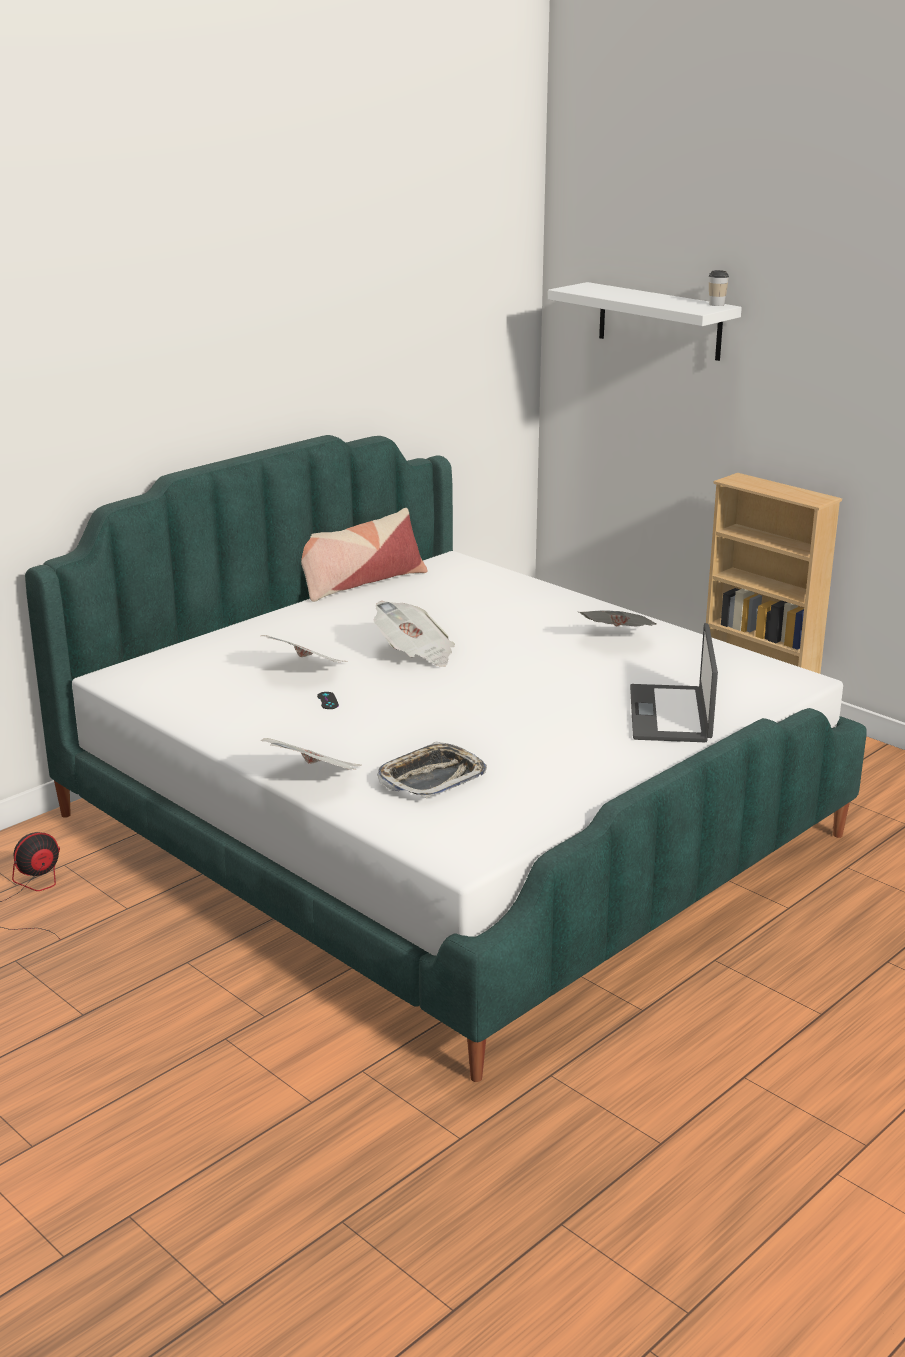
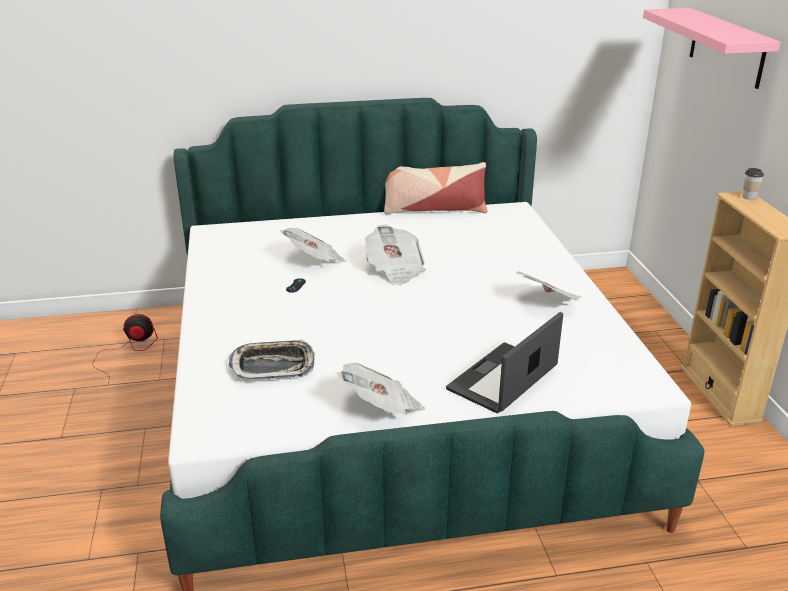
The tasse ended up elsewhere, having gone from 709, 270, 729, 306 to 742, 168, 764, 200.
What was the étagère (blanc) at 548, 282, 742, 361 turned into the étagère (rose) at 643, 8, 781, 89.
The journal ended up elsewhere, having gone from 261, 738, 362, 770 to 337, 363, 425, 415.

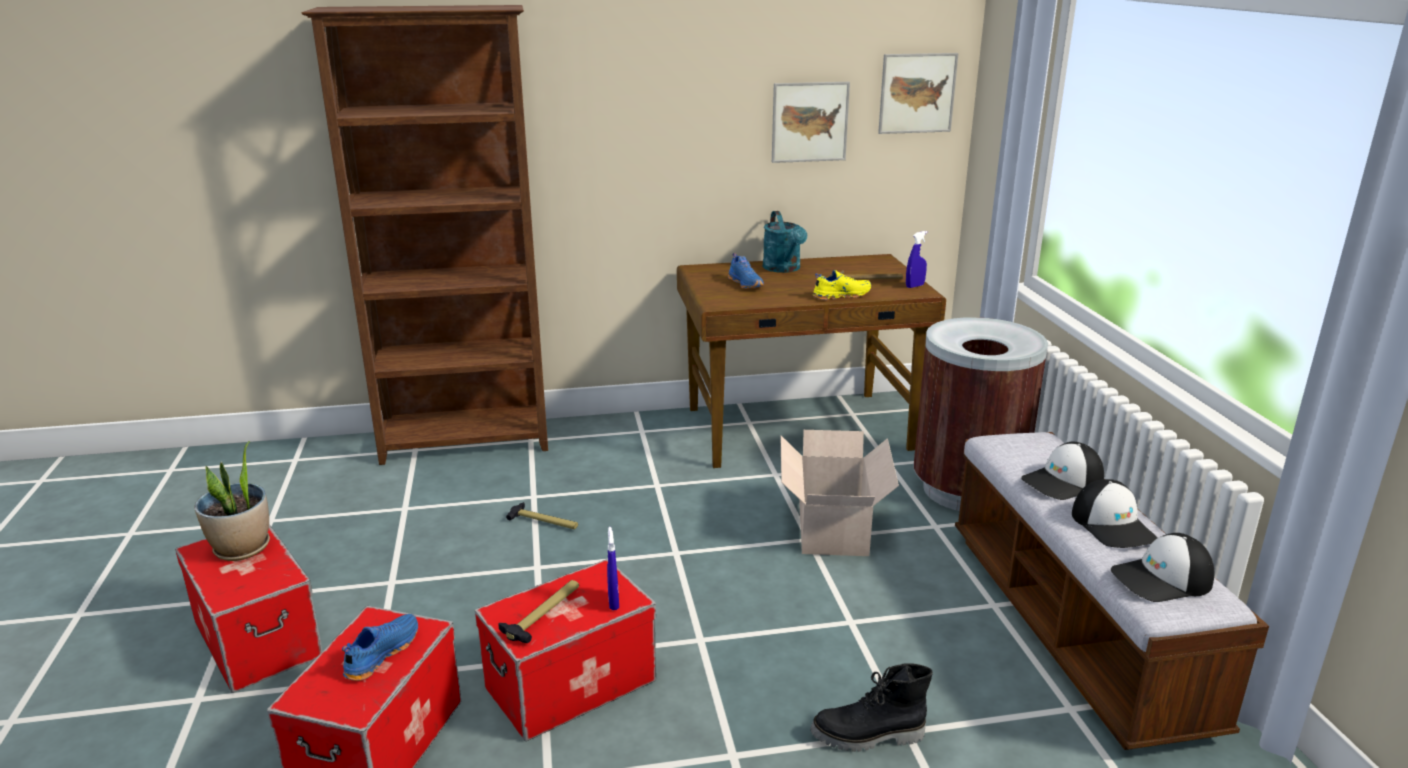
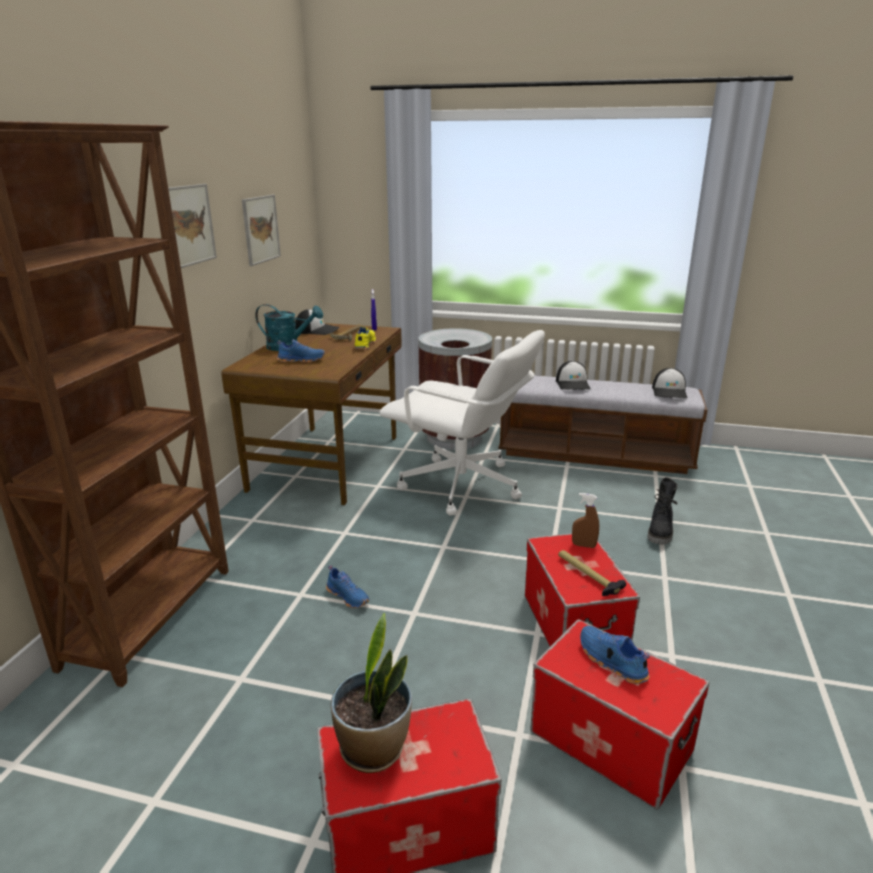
The tableau ended up elsewhere, having gone from 878, 53, 959, 134 to 168, 184, 217, 268.
Where the carton stood at 781, 430, 899, 556, the chaise de bureau (blanc) came to stand at 379, 330, 545, 516.
The casquette ended up elsewhere, having gone from 1072, 479, 1157, 548 to 295, 309, 339, 335.
Where the marteau stood at 506, 502, 578, 529, the chaussure (bleu) came to stand at 326, 565, 369, 608.
What was the vaporisateur (bleu) at 607, 527, 619, 610 turned into the vaporisateur (marron) at 572, 493, 599, 548.

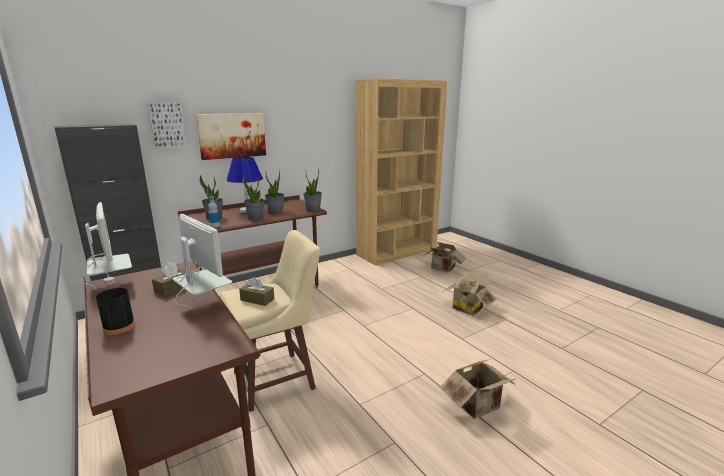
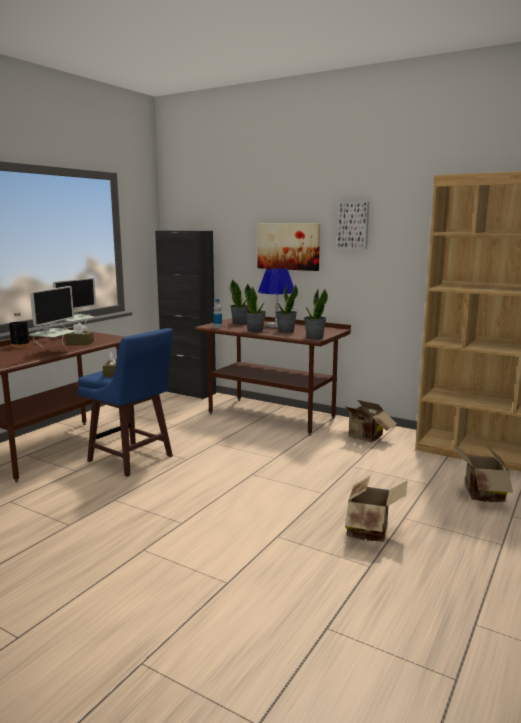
The tableau ended up elsewhere, having gone from 147, 102, 187, 149 to 337, 201, 369, 249.
What was the tabouret (beige) at 220, 230, 320, 412 turned into the tabouret (bleu) at 78, 328, 173, 477.
The carton ended up elsewhere, having gone from 439, 359, 516, 419 to 337, 400, 397, 442.

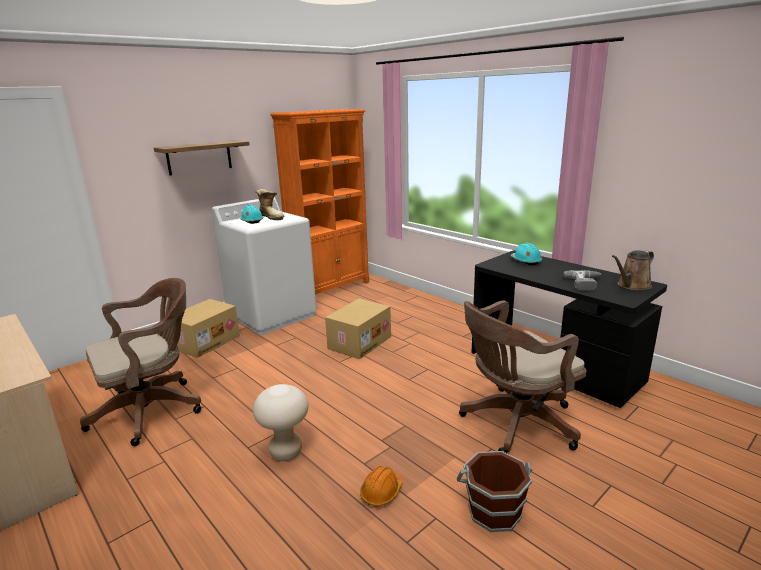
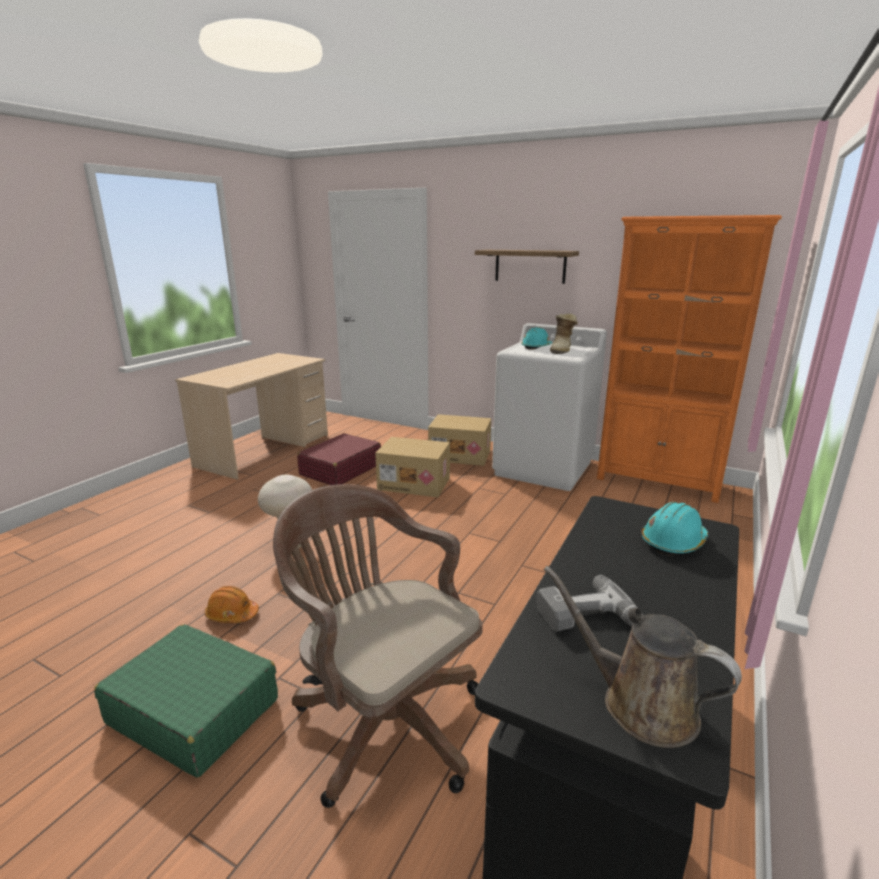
Where the chaise de bureau (marron) stood at 80, 278, 201, 446, the valise (rouge) came to stand at 297, 433, 381, 485.
The carton ended up elsewhere, having gone from 325, 299, 391, 359 to 375, 437, 450, 497.
Where the seau (marron) stood at 457, 451, 533, 532, the valise (vert) came to stand at 94, 624, 278, 778.

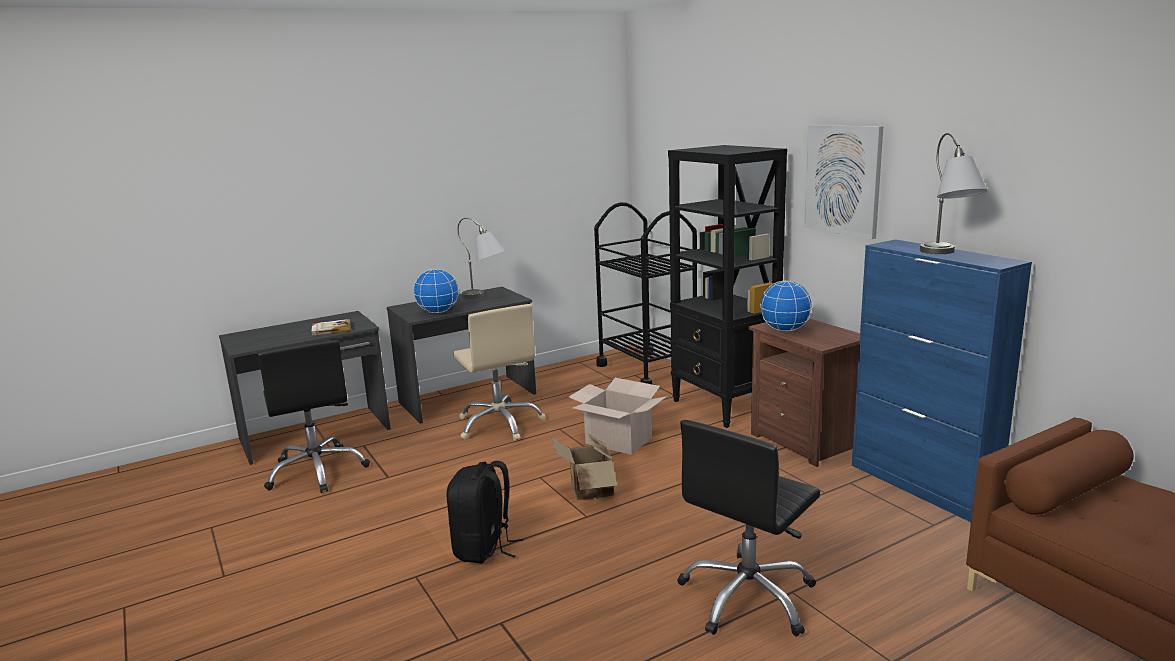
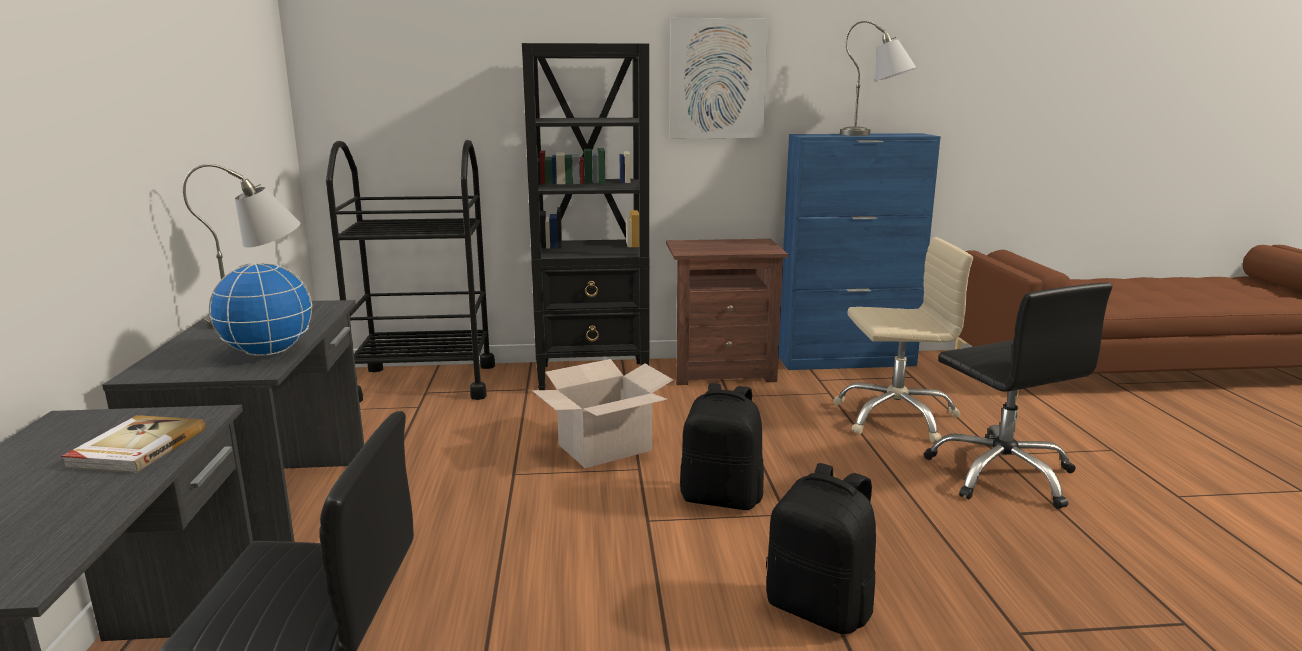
The second view lost the globe at 760, 280, 813, 331.
The chaise de bureau (beige) ended up elsewhere, having gone from 453, 304, 546, 441 to 833, 237, 973, 443.
Where the carton stood at 552, 434, 617, 500, the sac à dos (noir) came to stand at 680, 383, 764, 510.

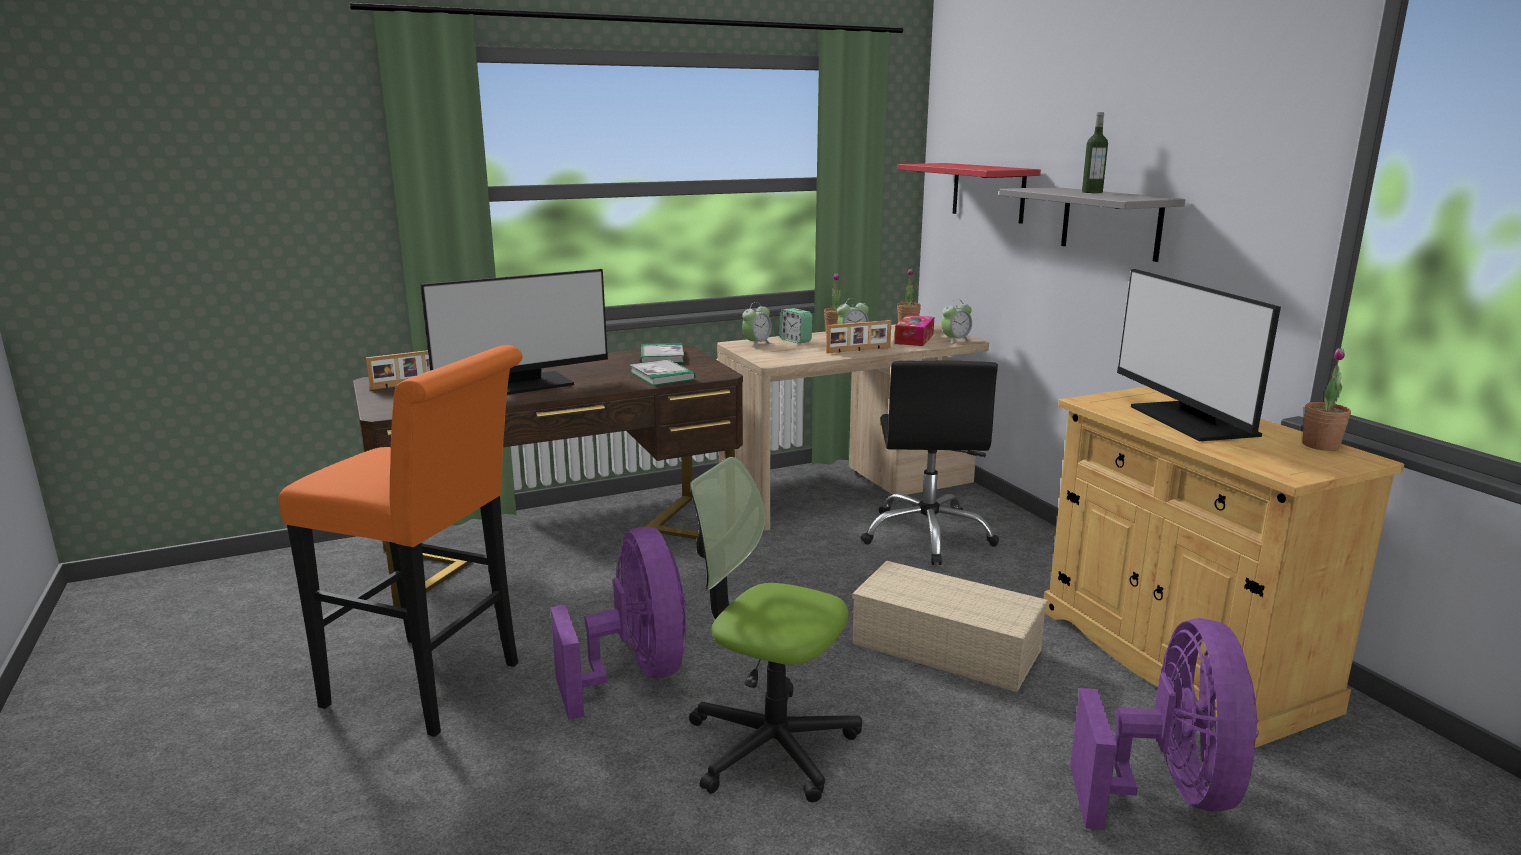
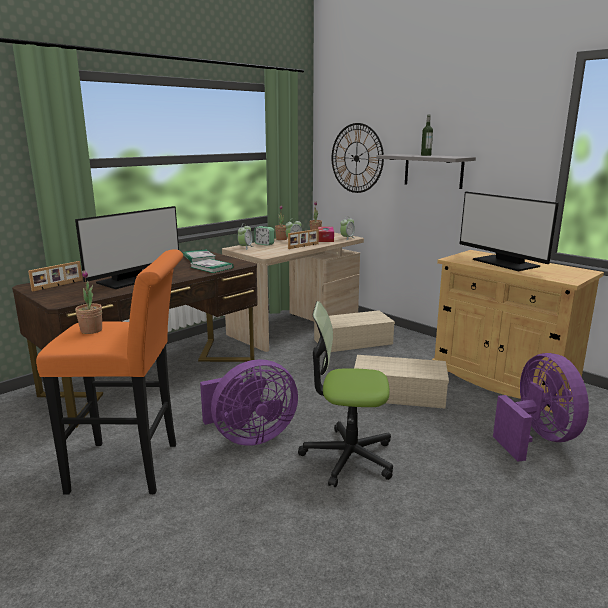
Where the étagère (rouge) hung at 897, 163, 1041, 224, the horloge murale came to hang at 332, 123, 384, 193.
The plante en pot ended up elsewhere, having gone from 1302, 348, 1351, 451 to 75, 270, 102, 334.
Where the chaise de bureau (noir) stood at 861, 360, 999, 565, the boîte de rangement (beige) came to stand at 314, 310, 395, 352.
The ventilateur (violet) at 550, 527, 687, 720 ended up facing another way, 105 degrees clockwise from before.

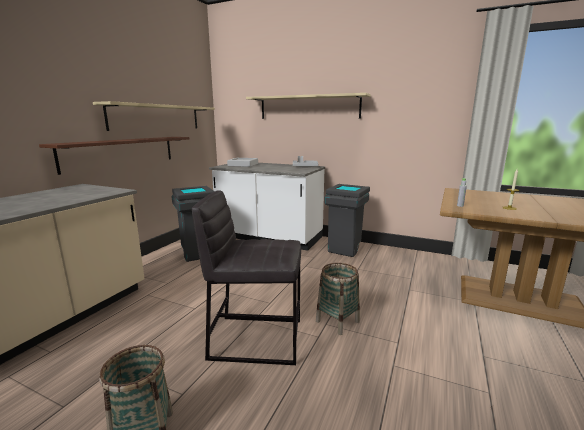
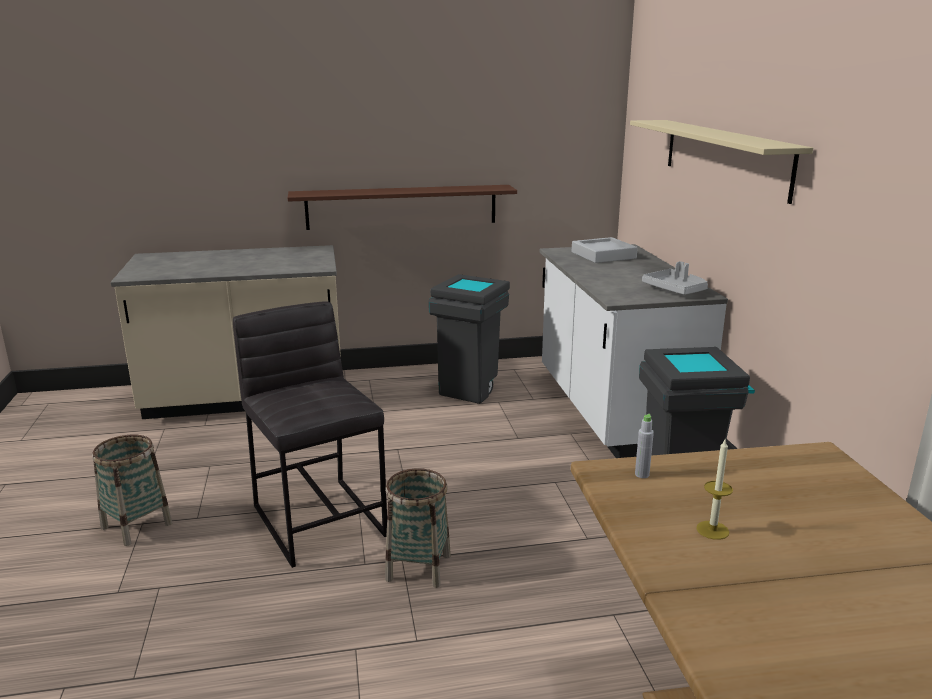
The second view lost the étagère (beige) at 93, 101, 215, 131.

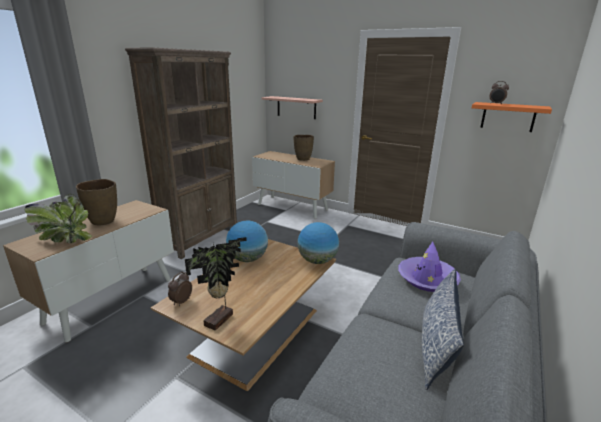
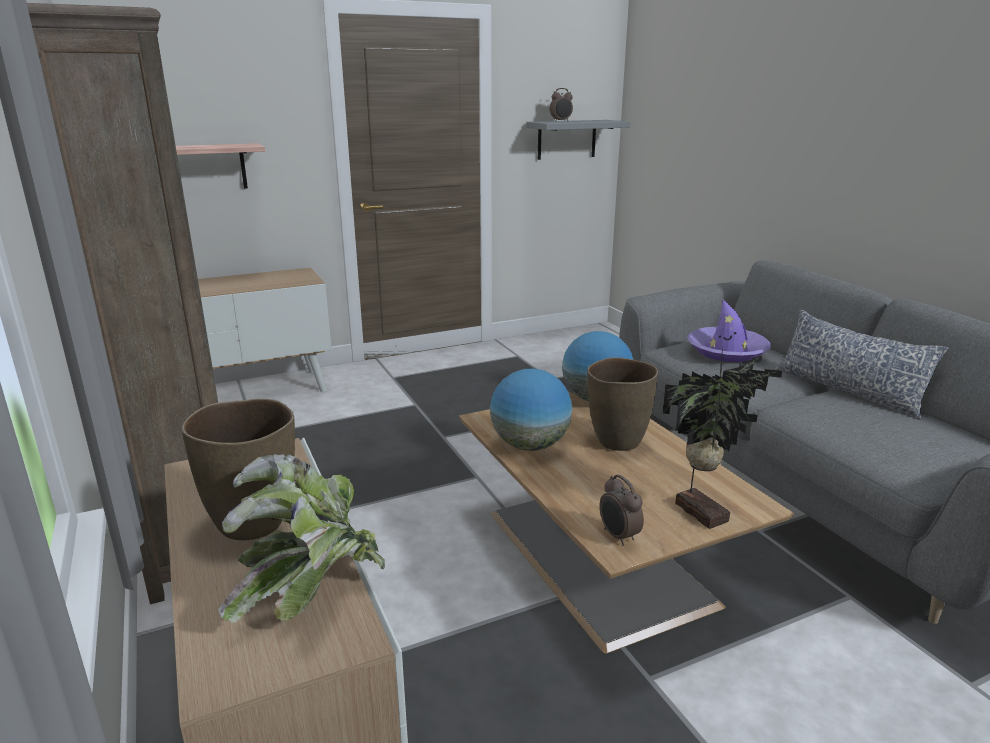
What was the étagère (orange) at 472, 102, 552, 132 turned into the étagère (gris) at 526, 120, 630, 160.
The vase (marron) ended up elsewhere, having gone from 294, 135, 314, 161 to 587, 357, 658, 451.

